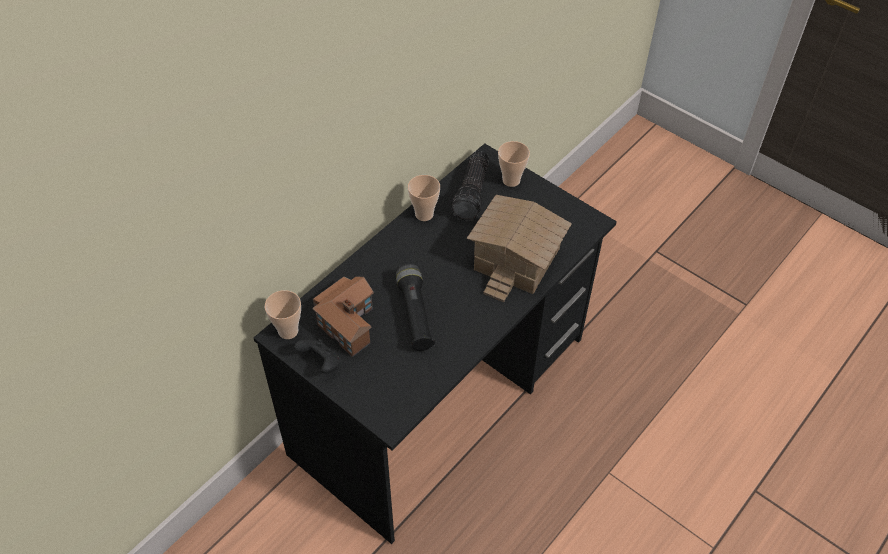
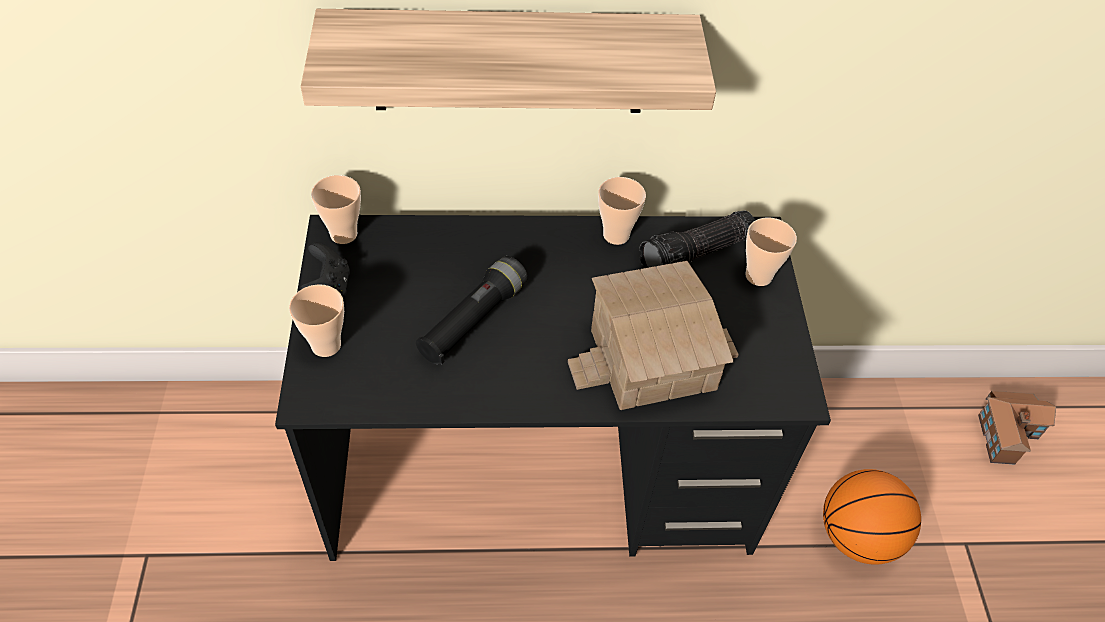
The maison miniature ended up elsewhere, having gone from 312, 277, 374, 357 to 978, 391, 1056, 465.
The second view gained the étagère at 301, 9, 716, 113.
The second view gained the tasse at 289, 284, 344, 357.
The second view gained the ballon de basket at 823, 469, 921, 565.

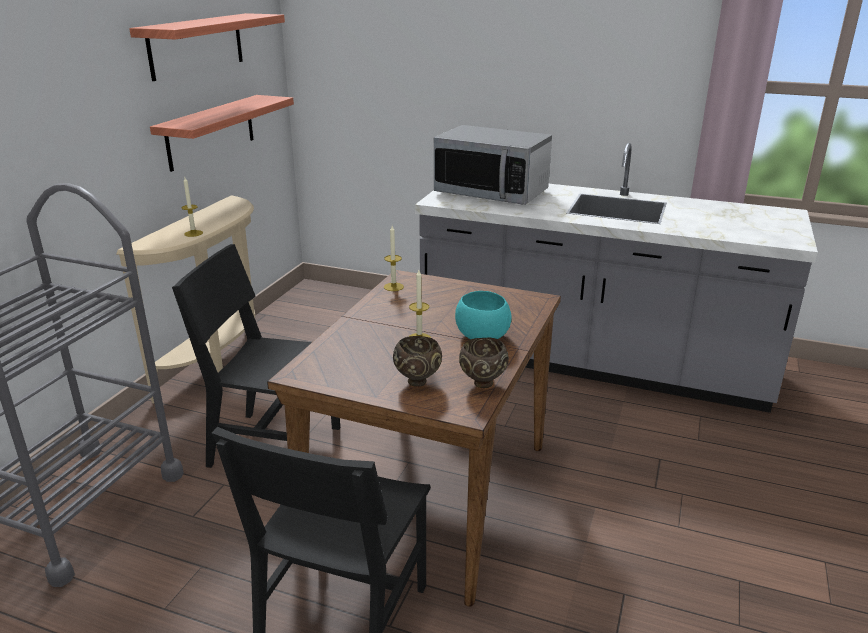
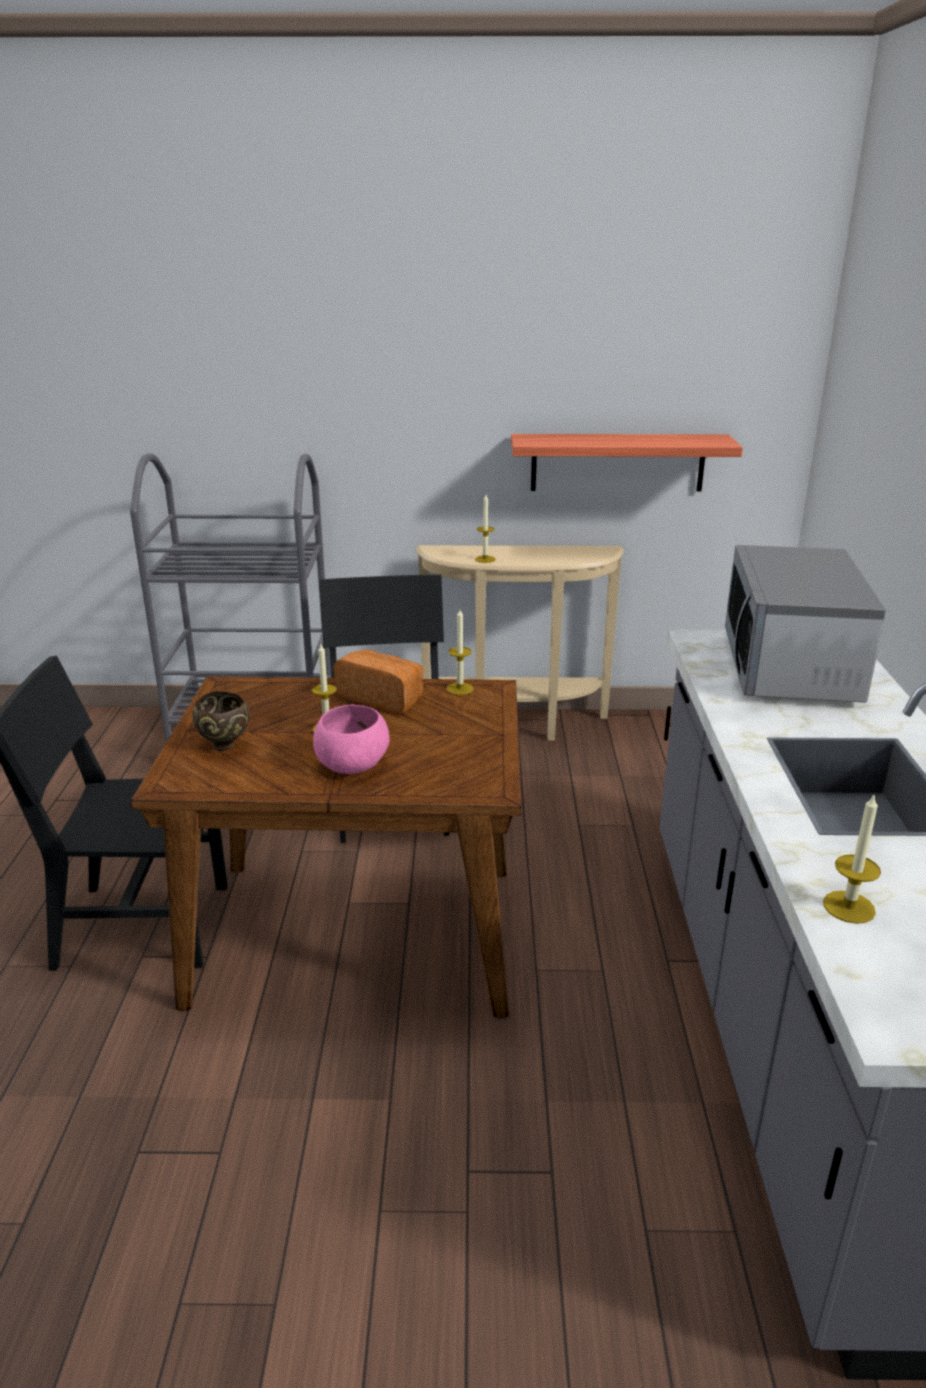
The second view lost the étagère at 129, 13, 285, 81.
What was the bol (turquoise) at 455, 291, 512, 339 turned into the bol (rose) at 313, 705, 390, 774.
The second view lost the bol (marron) at 459, 337, 509, 388.
The second view gained the pain at 334, 650, 424, 714.
The second view gained the bougie at 823, 793, 881, 924.

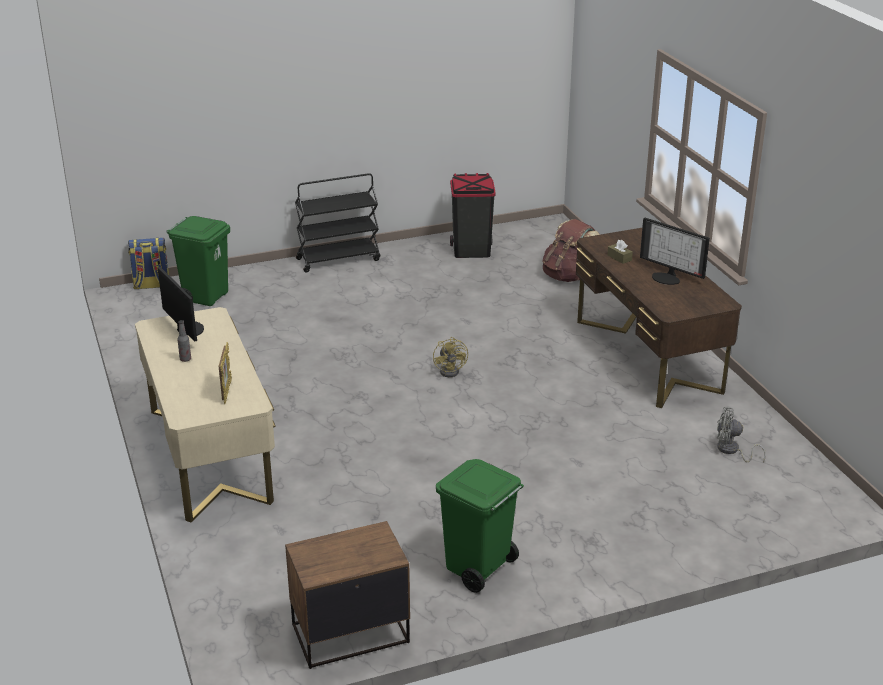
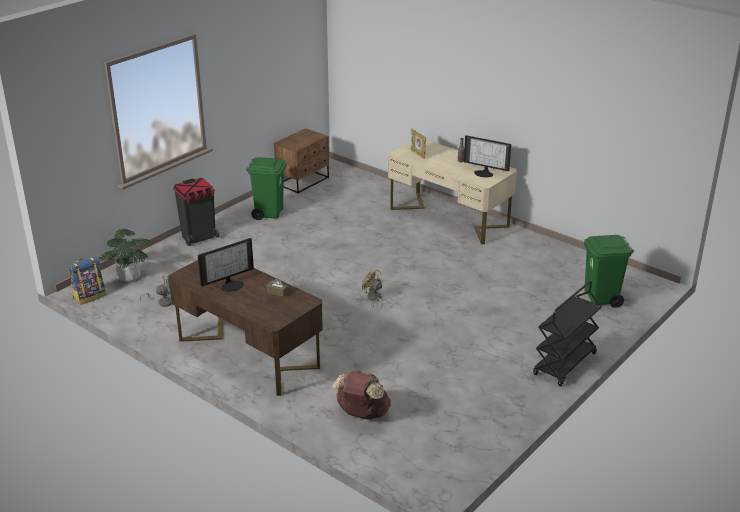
The poubelle (noir) ended up elsewhere, having gone from 450, 173, 496, 258 to 173, 178, 219, 246.
The écran d'ordinateur at 640, 218, 710, 285 ended up facing another way, 135 degrees clockwise from before.
The sac à dos ended up elsewhere, having gone from 128, 238, 169, 289 to 69, 256, 106, 305.
The second view gained the plante en pot at 99, 229, 151, 282.

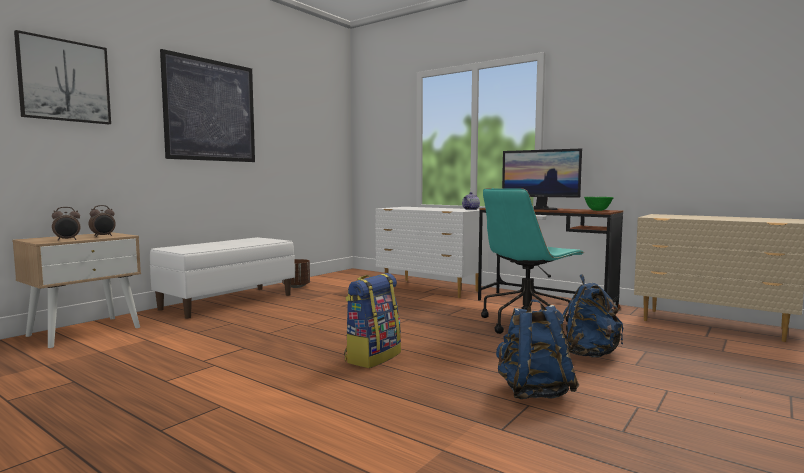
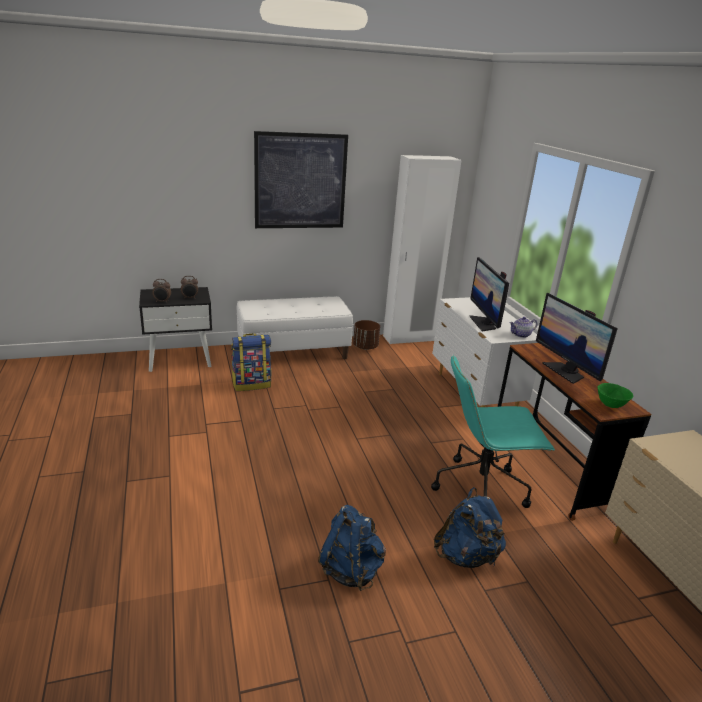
The second view lost the tableau at 14, 30, 111, 124.
What was the table de chevet (beige) at 12, 232, 141, 348 turned into the table de chevet (noir) at 139, 287, 212, 372.
The sac à dos ended up elsewhere, having gone from 344, 273, 401, 368 to 231, 333, 271, 391.
The second view gained the armoire (blanc) at 383, 155, 462, 344.
The second view gained the écran d'ordinateur at 469, 257, 509, 332.

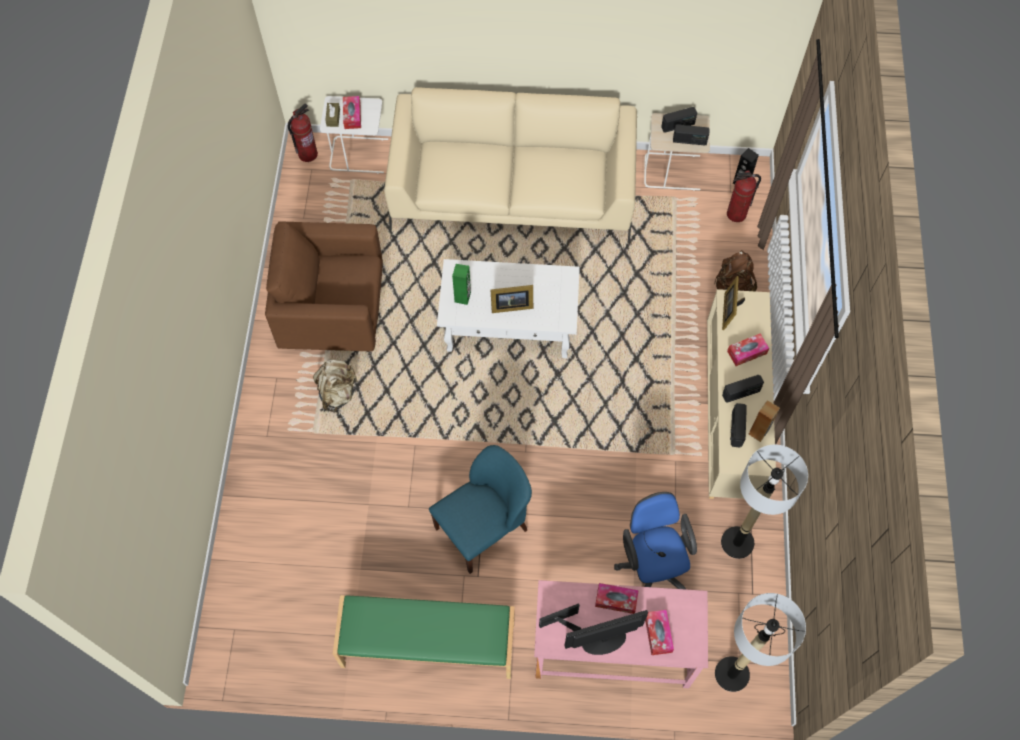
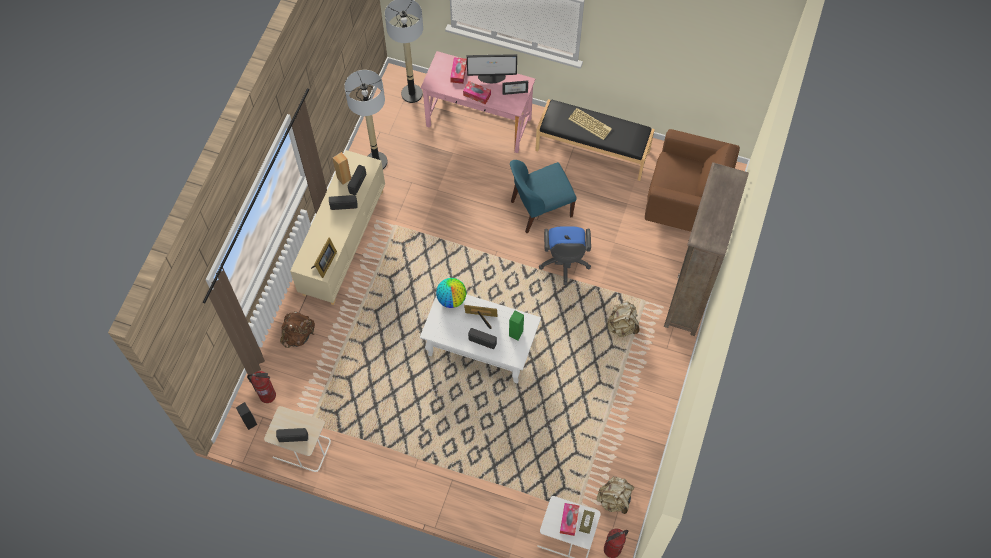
The second view lost the canapé (beige) at 384, 87, 637, 243.
The radio ended up elsewhere, having gone from 673, 124, 710, 146 to 468, 328, 497, 349.
The fauteuil (marron) ended up elsewhere, having gone from 265, 221, 383, 351 to 645, 129, 740, 232.
The second view lost the boîte à mouchoirs at 727, 333, 769, 366.
The chaise de bureau (bleu) ended up elsewhere, having gone from 614, 492, 697, 589 to 539, 226, 591, 285.
What was the banc (vert) at 333, 595, 515, 679 turned into the banc (noir) at 535, 99, 655, 181.
The second view gained the clavier at 569, 108, 612, 140.
The second view gained the bibliothèque (marron) at 664, 162, 749, 336.
The second view gained the globe at 436, 278, 466, 308.
The second view gained the sac à dos (beige) at 597, 476, 635, 514.

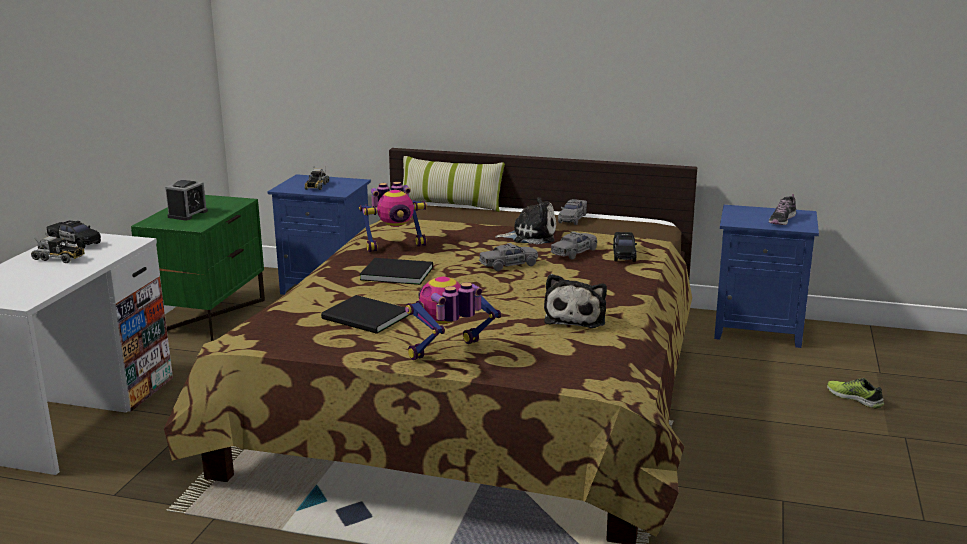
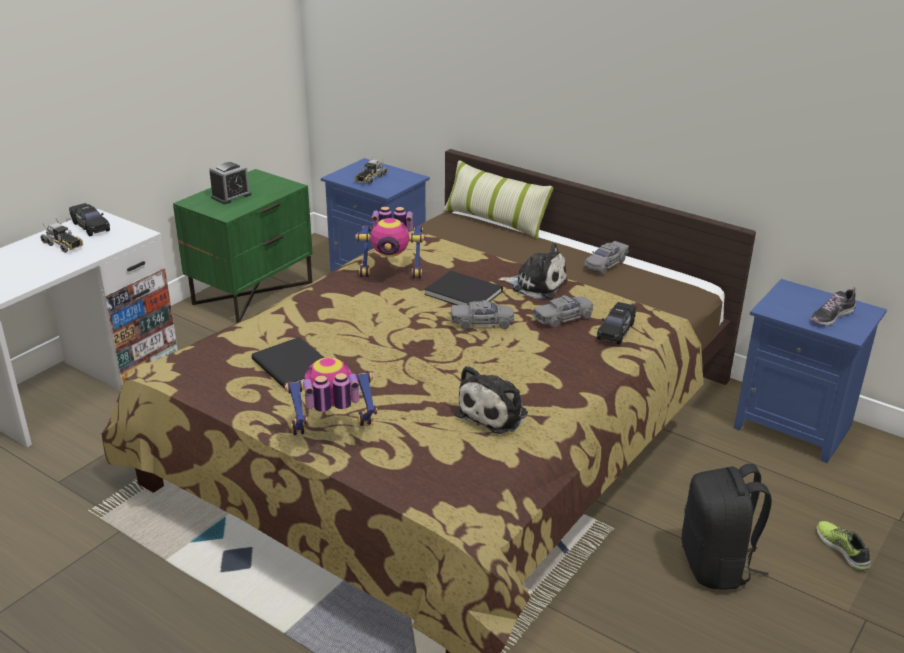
The livre (noir) ended up elsewhere, having gone from 359, 258, 433, 285 to 425, 271, 503, 305.
The second view gained the sac à dos (noir) at 682, 464, 772, 590.

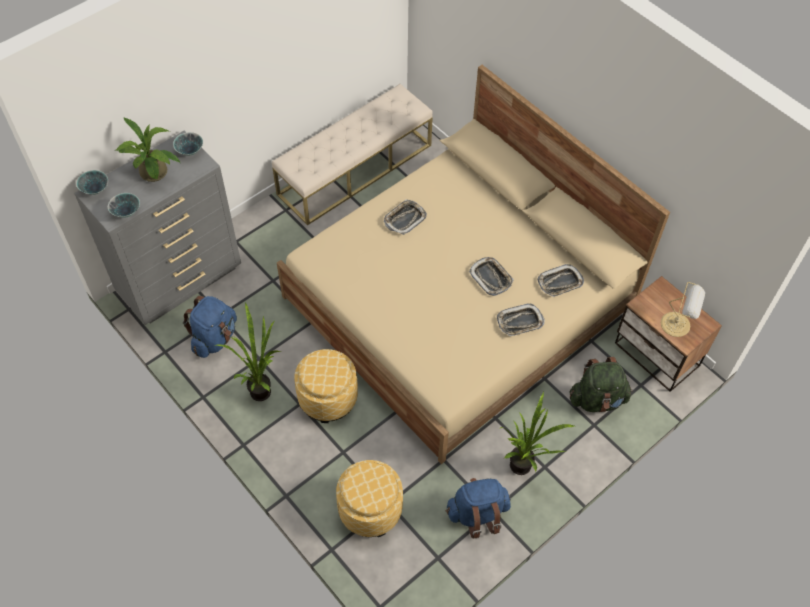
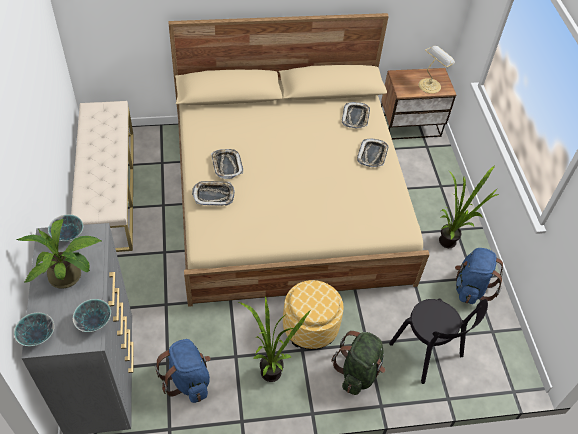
The plateau ended up elsewhere, having gone from 469, 257, 514, 296 to 192, 181, 235, 206.
The sac à dos (vert) ended up elsewhere, having gone from 570, 357, 632, 412 to 331, 331, 385, 395.
Where the pouf stood at 336, 460, 403, 537, the chaise (noir) came to stand at 389, 299, 488, 384.

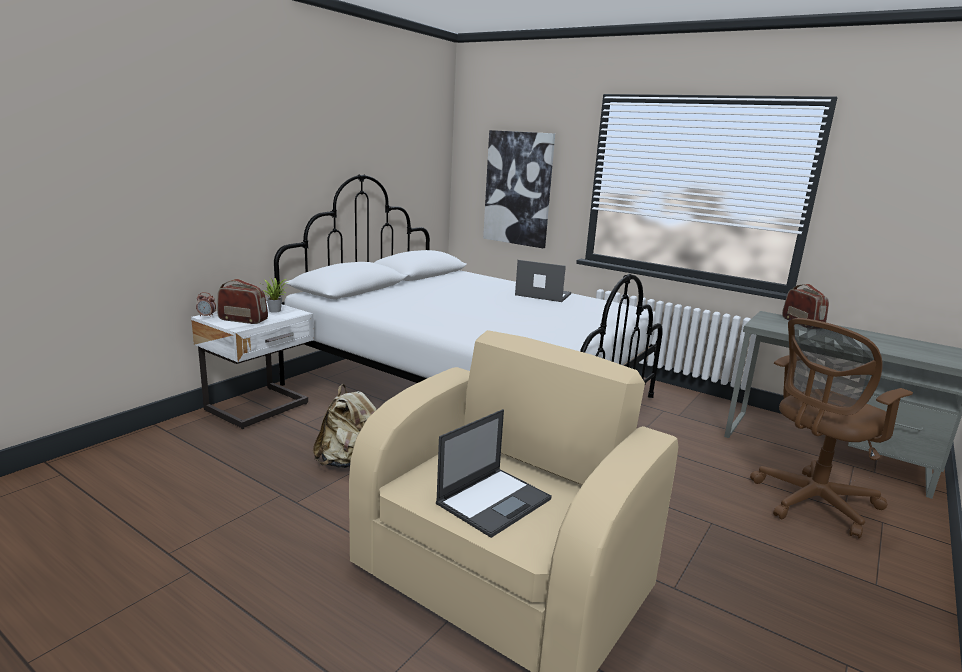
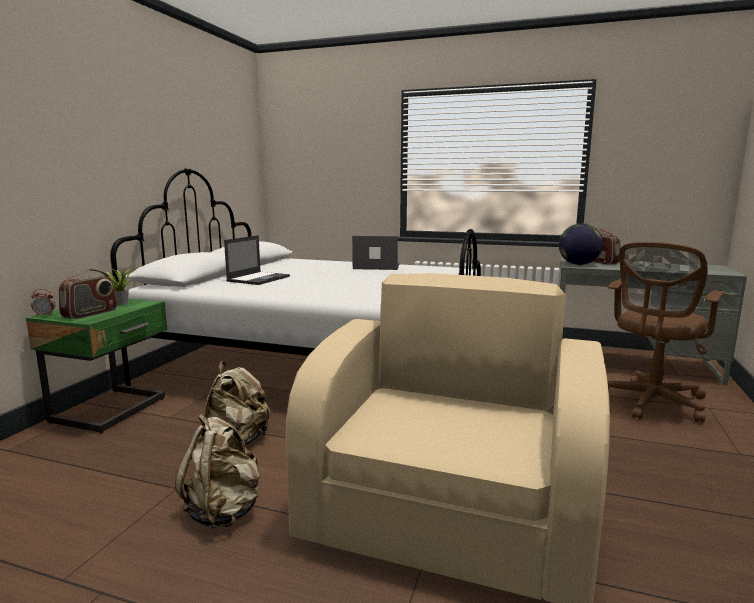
The second view lost the tableau at 483, 130, 555, 248.
The radio at 217, 279, 268, 324 ended up facing another way, 120 degrees clockwise from before.
What was the table de chevet (blanc) at 191, 301, 314, 429 turned into the table de chevet (vert) at 26, 299, 167, 434.
The ordinateur portable ended up elsewhere, having gone from 436, 409, 552, 538 to 224, 235, 290, 285.
The second view gained the globe at 559, 223, 603, 265.
The second view gained the sac à dos (beige) at 175, 414, 260, 529.

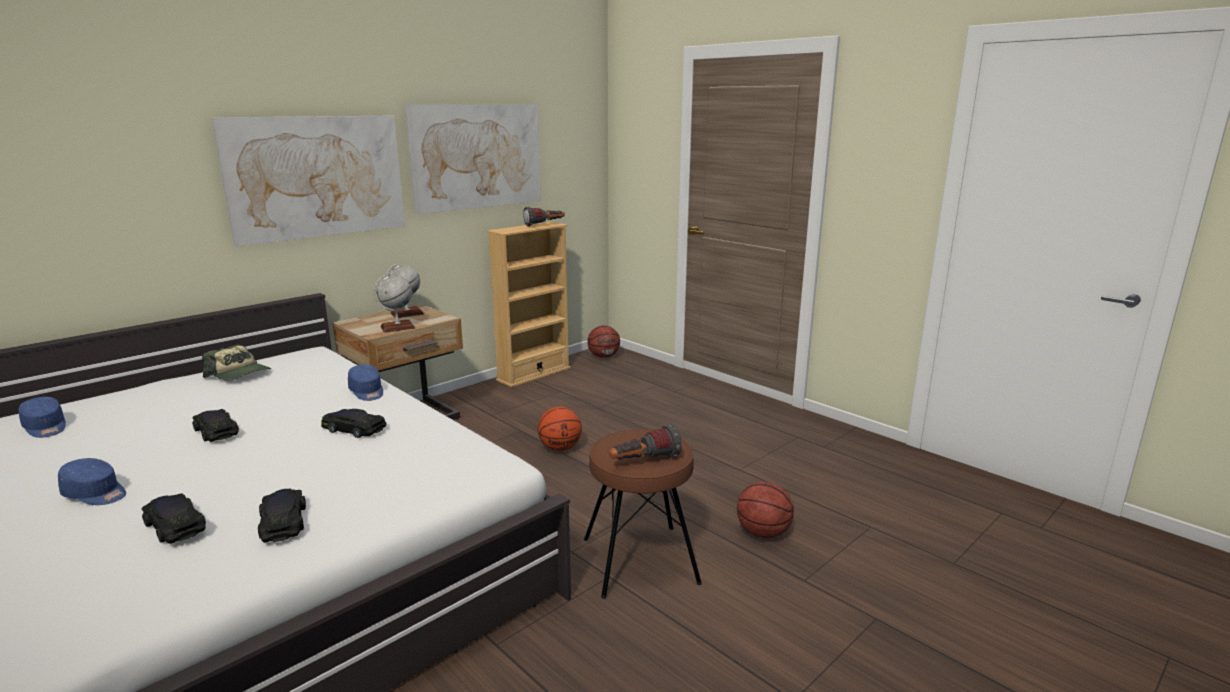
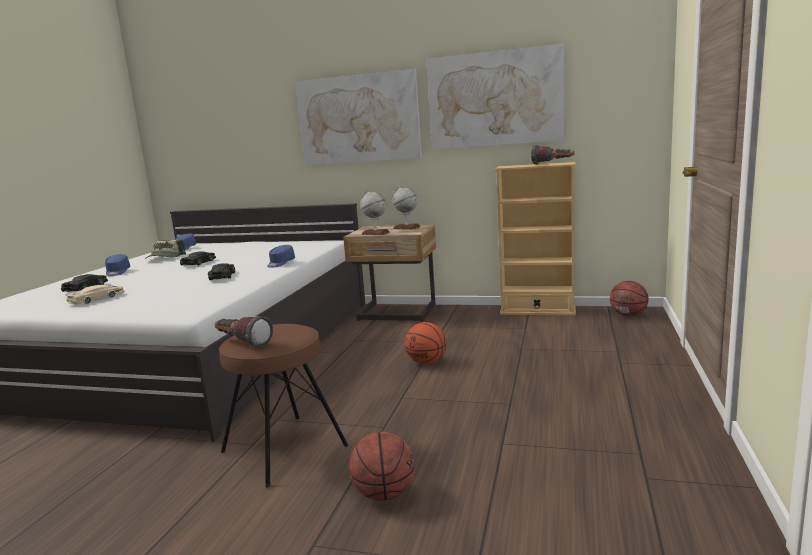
The casquette ended up elsewhere, having gone from 202, 345, 271, 381 to 145, 240, 186, 259.
What was the petite voiture (noir) at 258, 489, 306, 543 turned into the petite voiture (beige) at 66, 285, 125, 304.

